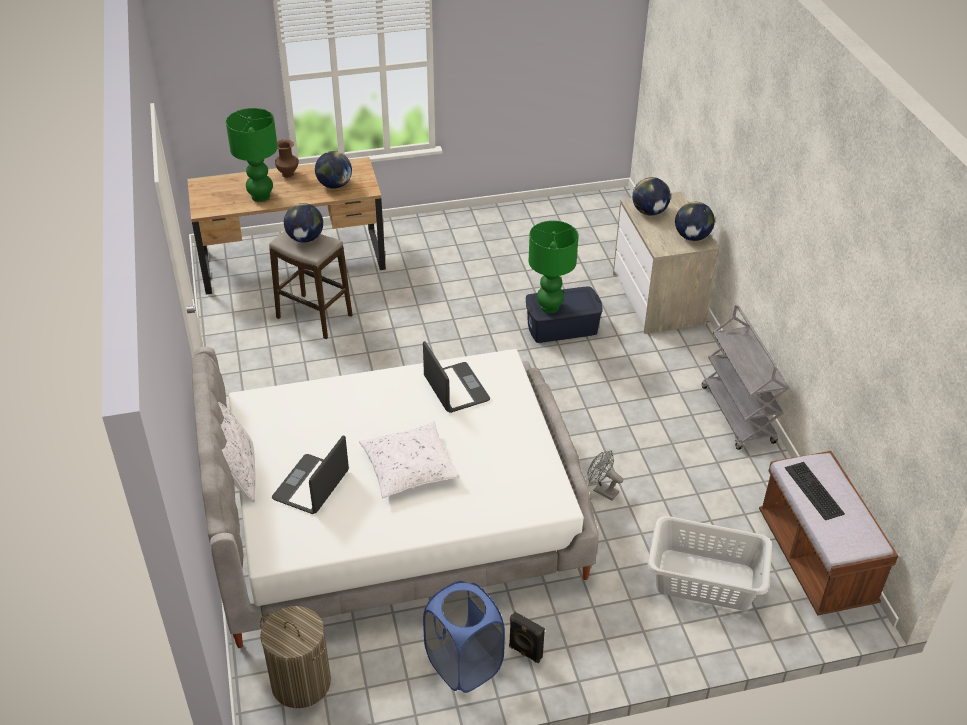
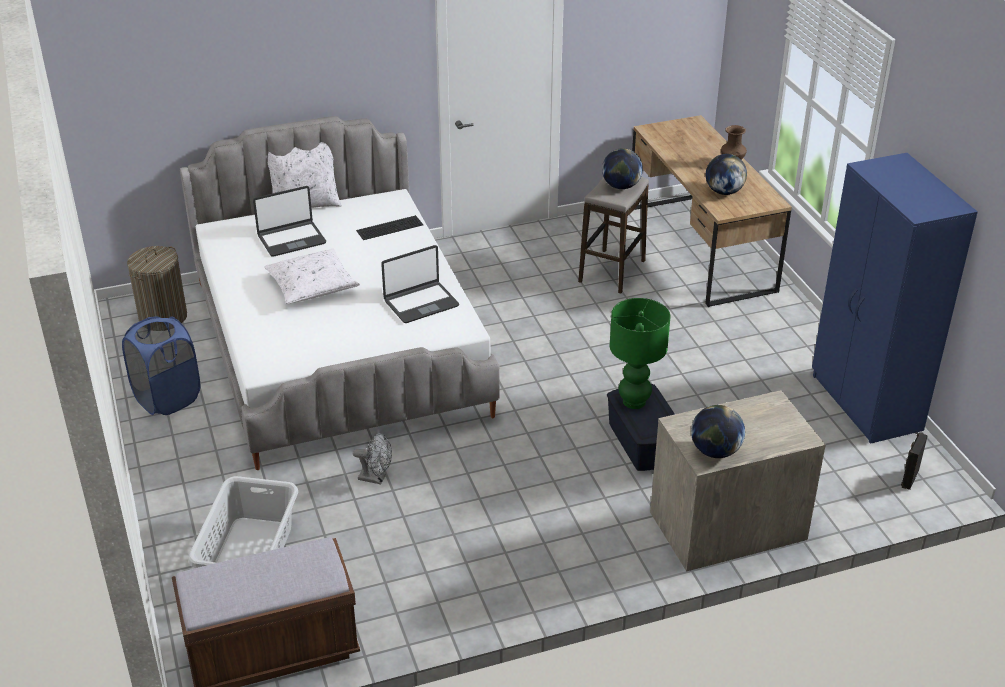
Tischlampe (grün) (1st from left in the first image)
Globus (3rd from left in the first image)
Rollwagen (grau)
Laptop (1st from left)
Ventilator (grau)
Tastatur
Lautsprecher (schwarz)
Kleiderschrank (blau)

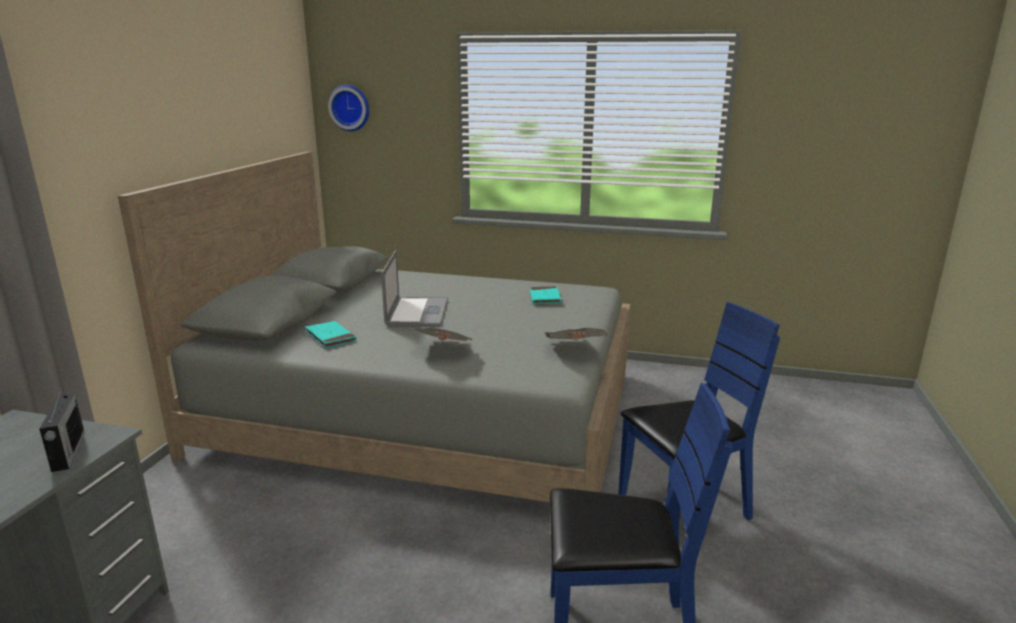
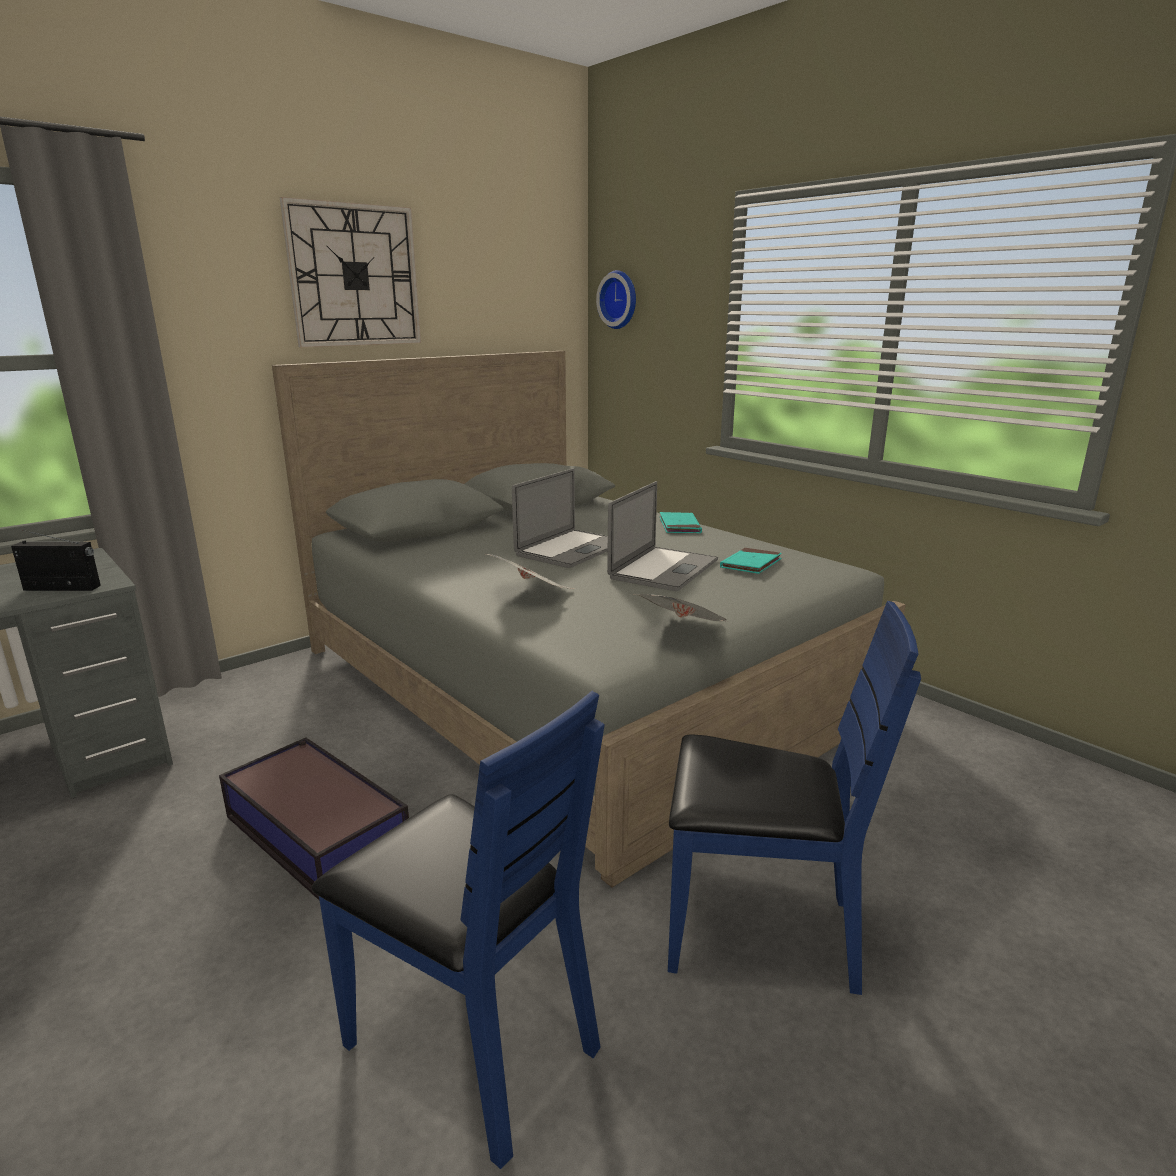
Buch (türkis) (1st from left)
Radio
Wanduhr (1st from left)
Laptop (2nd from left)
Aufbewahrungsbox

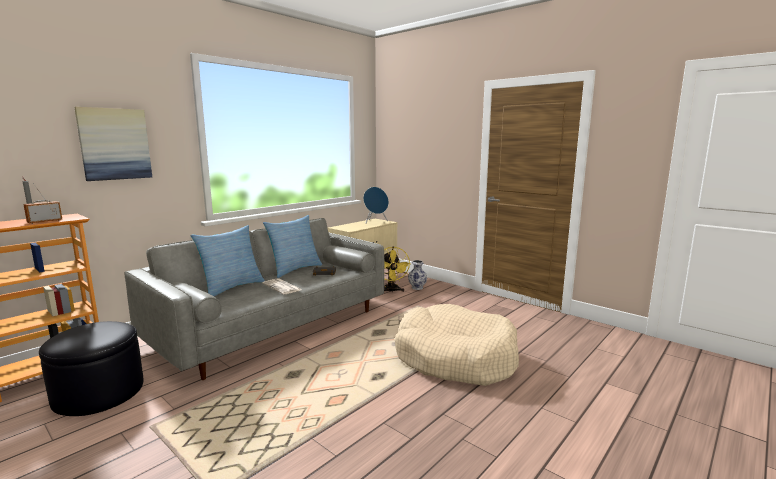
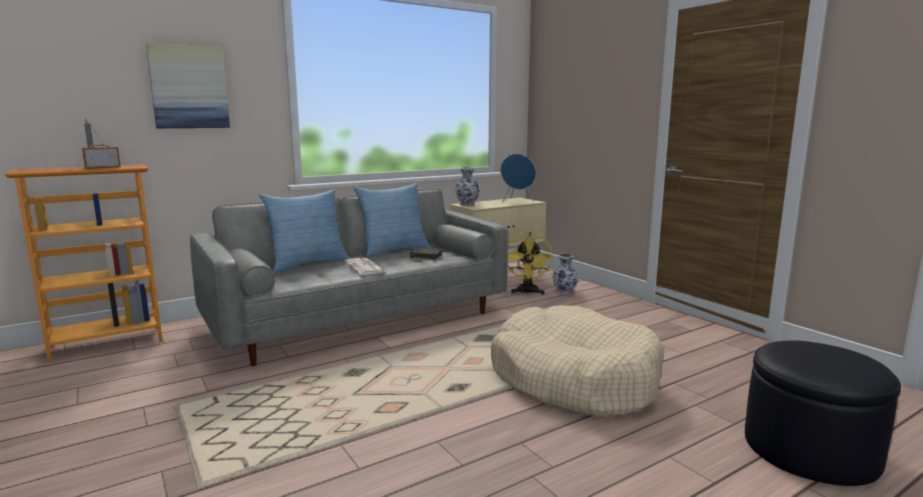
Polsterhocker (schwarz)
Vase (1st from left)

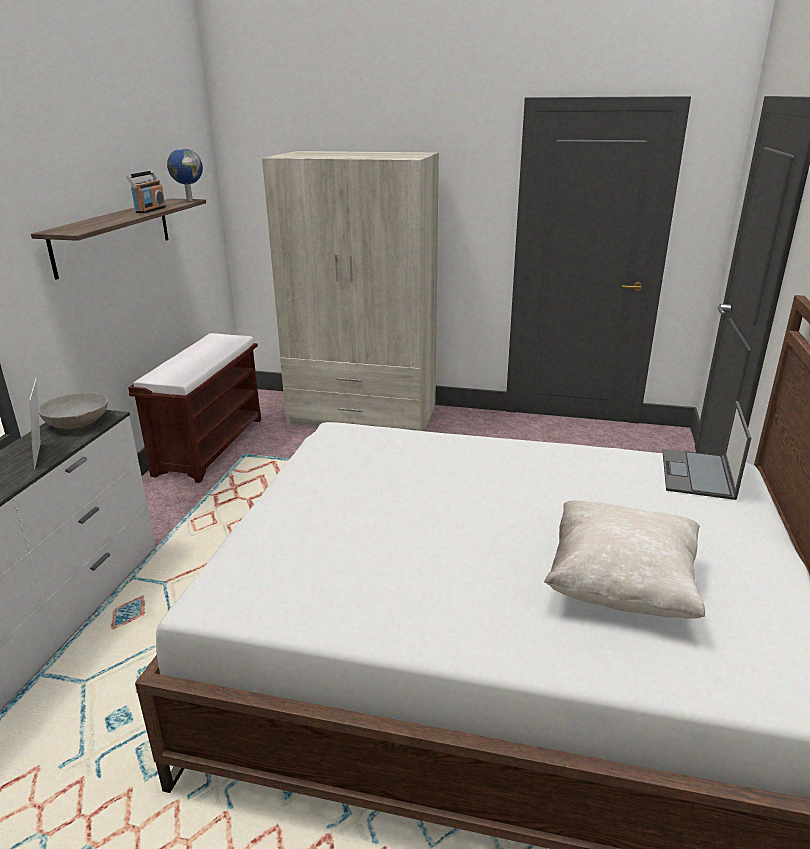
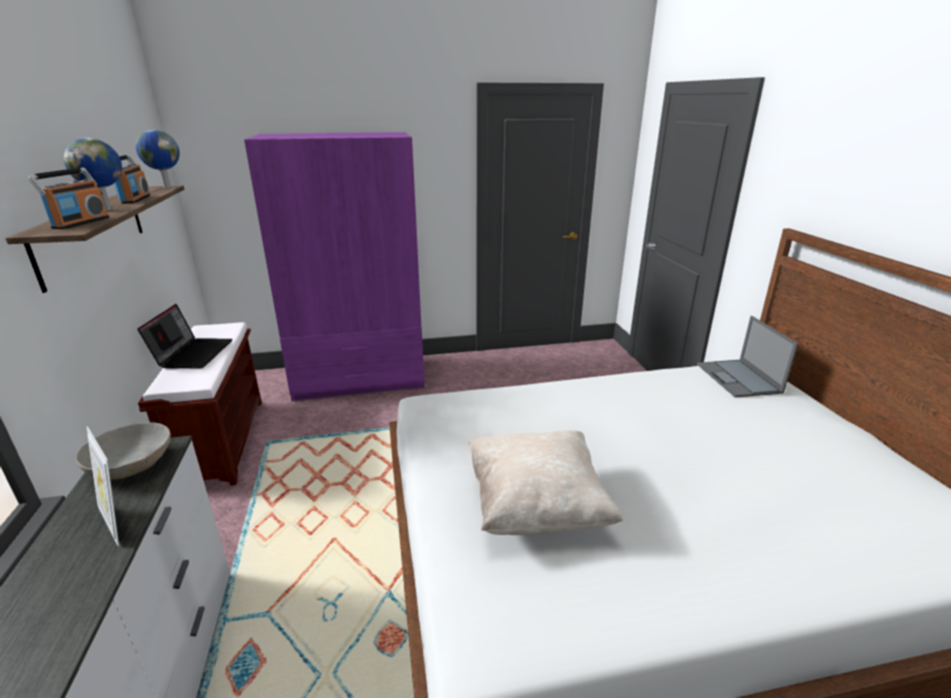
Kleiderschrank (lila)
Kissen (beige)
Globus (1st from left)
Radio (1st from left)
Laptop (1st from left)

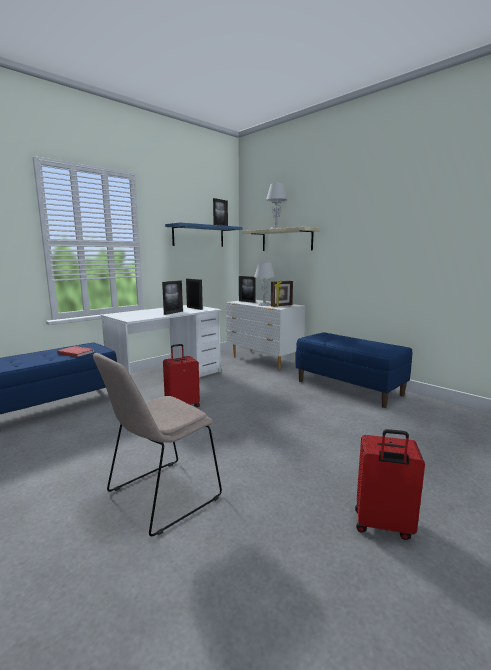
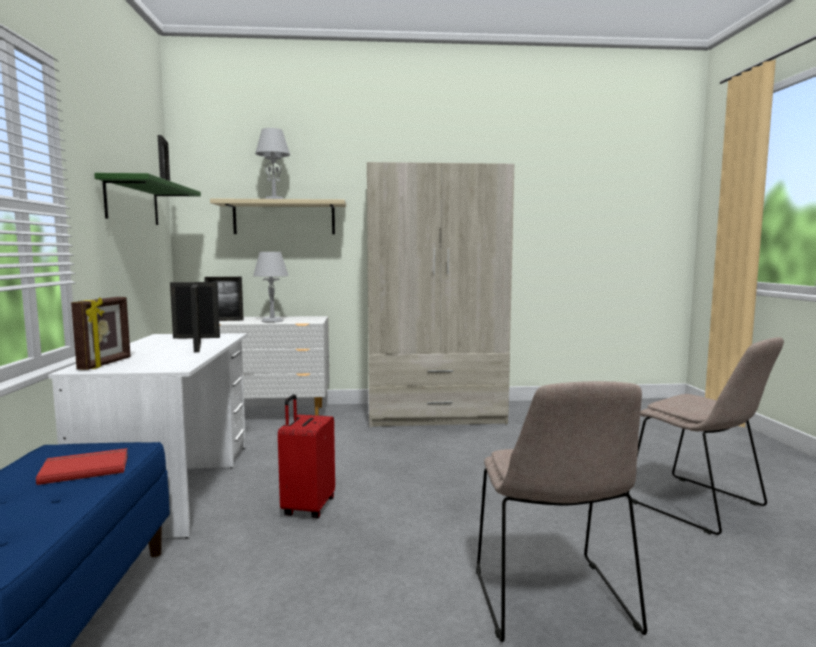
Wandregal (grün)
Bilderrahmen (1st from left)
Kleiderschrank (beige)
Stuhl (beige) (2nd from left)

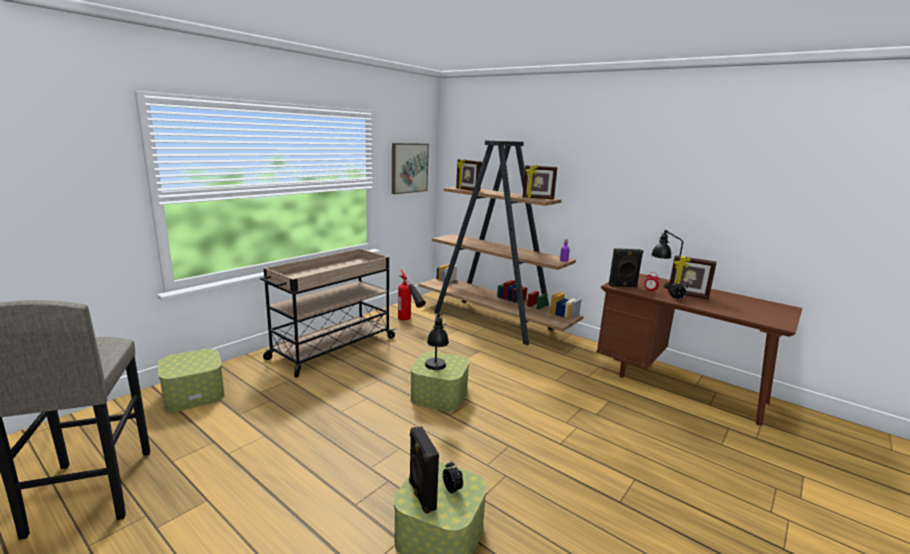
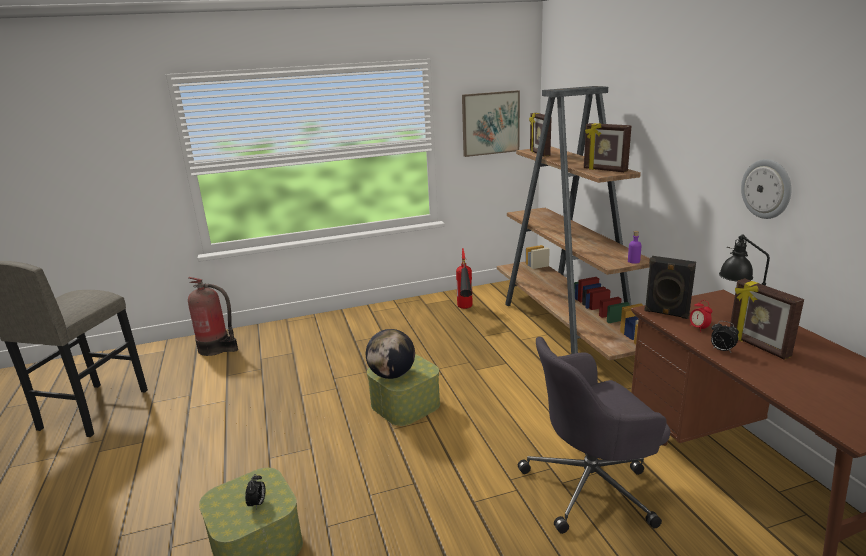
Rollwagen (beige)
Globus
Feuerlöscher (1st from left)
Lautsprecher (schwarz) (1st from left in the first image)
Wanduhr
Bürostuhl (grau)

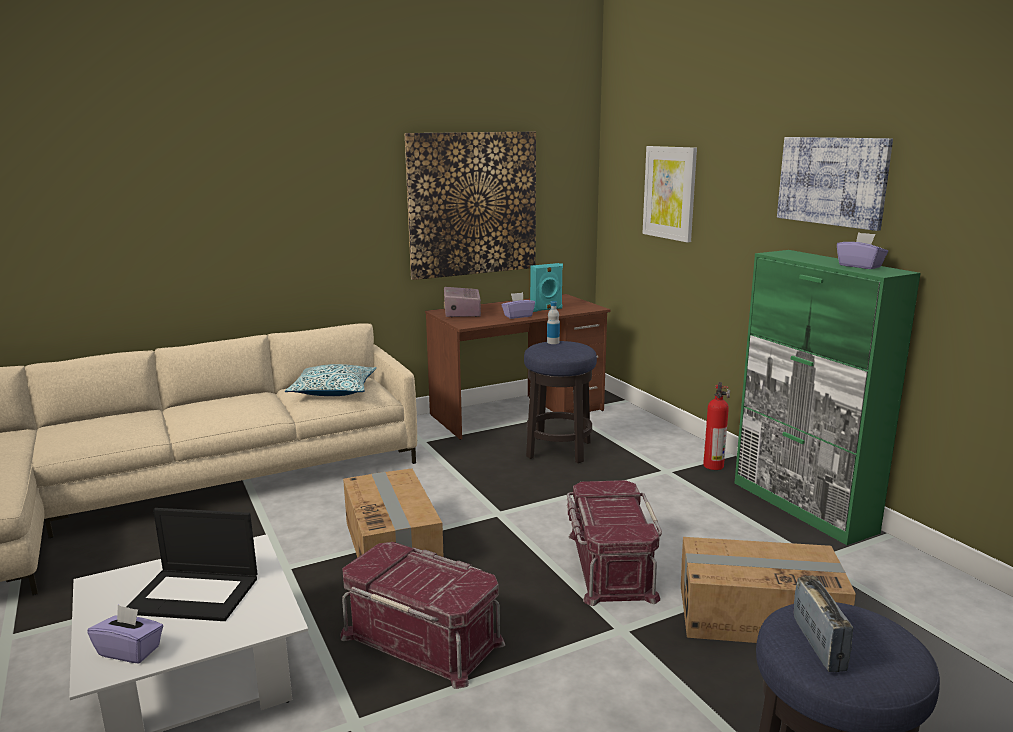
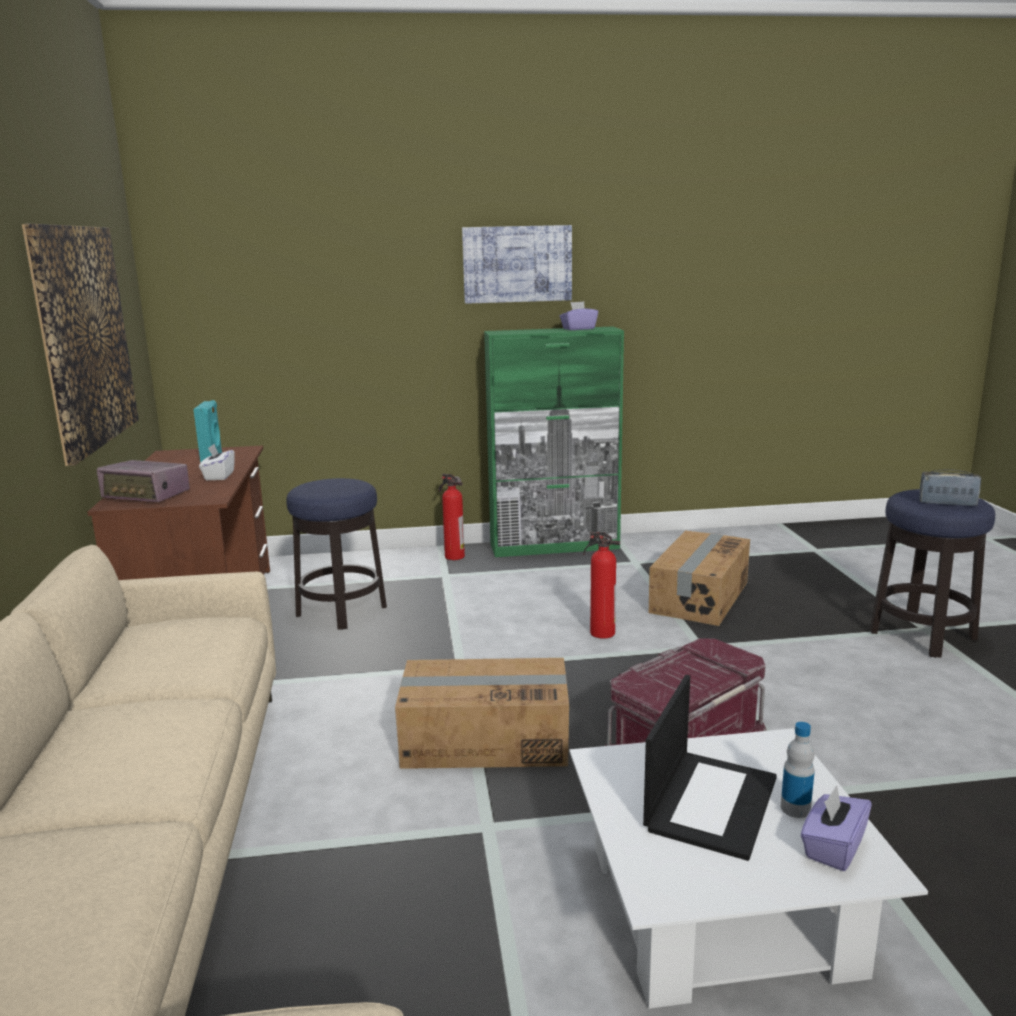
Bild (2nd from left in the first image)
Taschentuchbox (weiß)
Flasche
Kissen
Feuerlöscher (2nd from left)

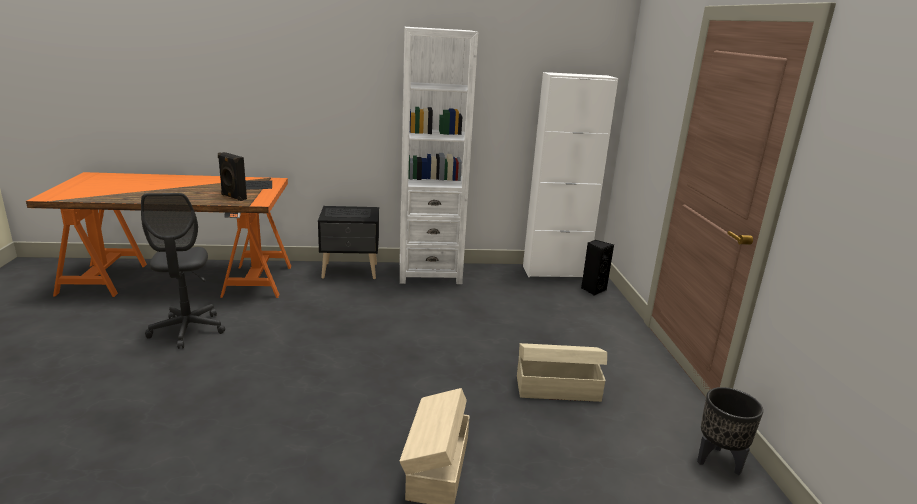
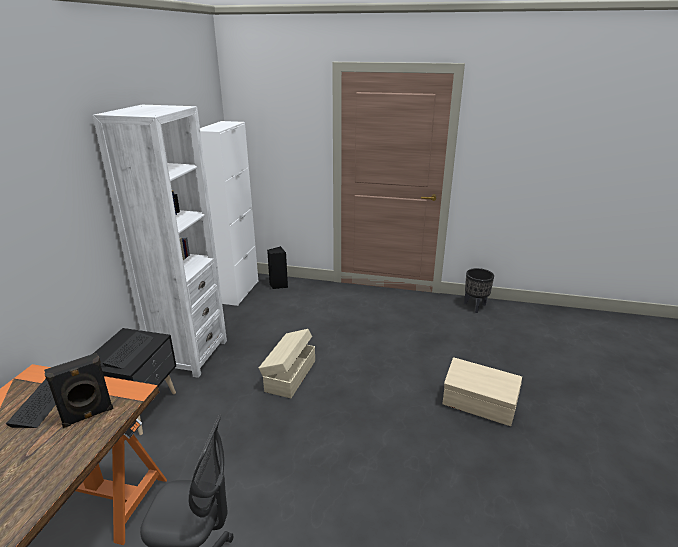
Aufbewahrungsbox (beige) (1st from left)

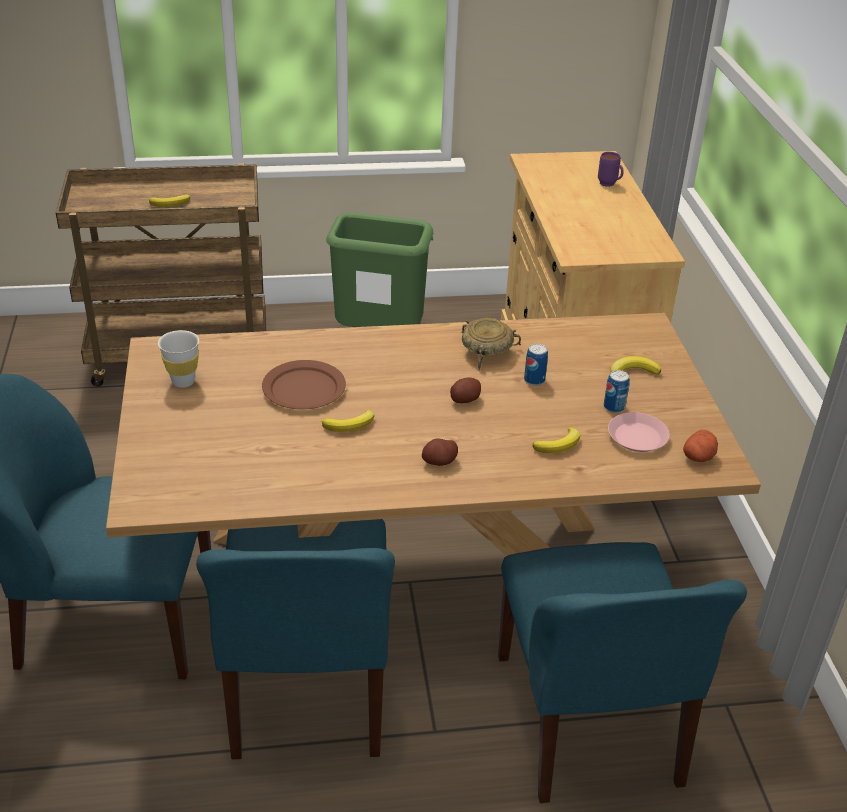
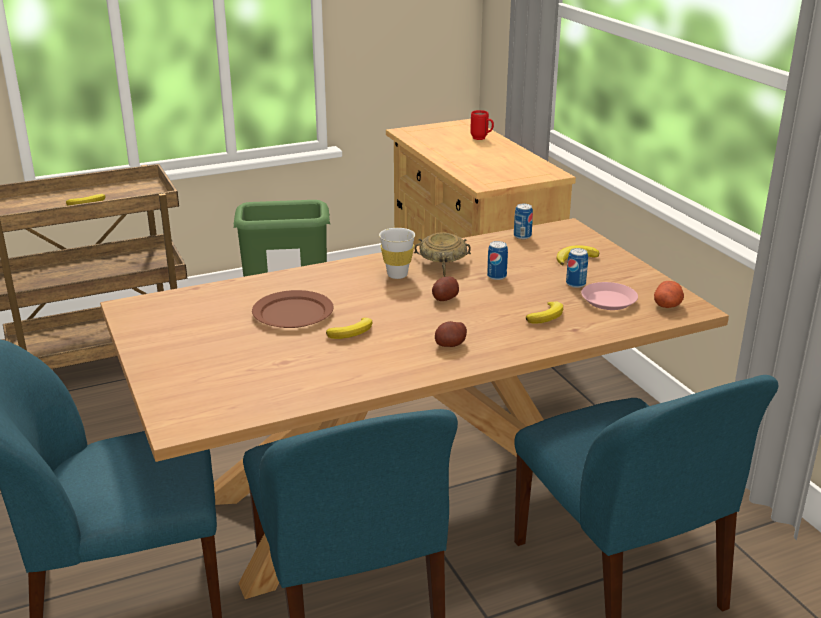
Henkelbecher (rot)
Tasse (weiß)
Dose (2nd from left)

